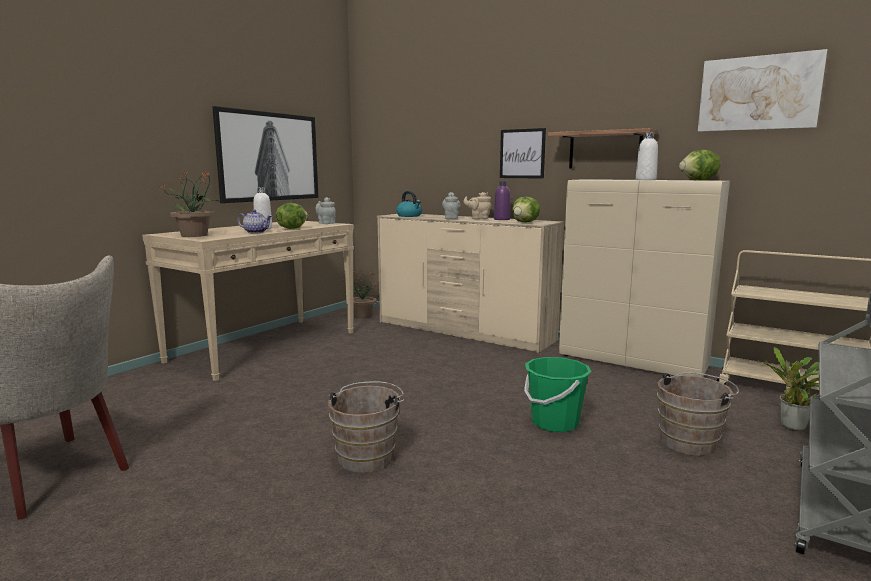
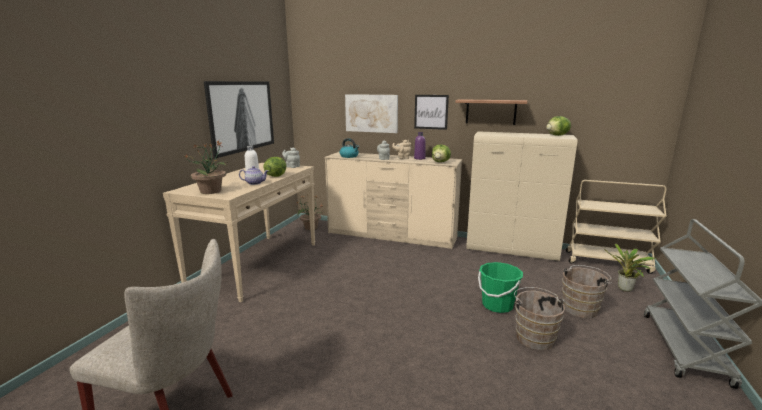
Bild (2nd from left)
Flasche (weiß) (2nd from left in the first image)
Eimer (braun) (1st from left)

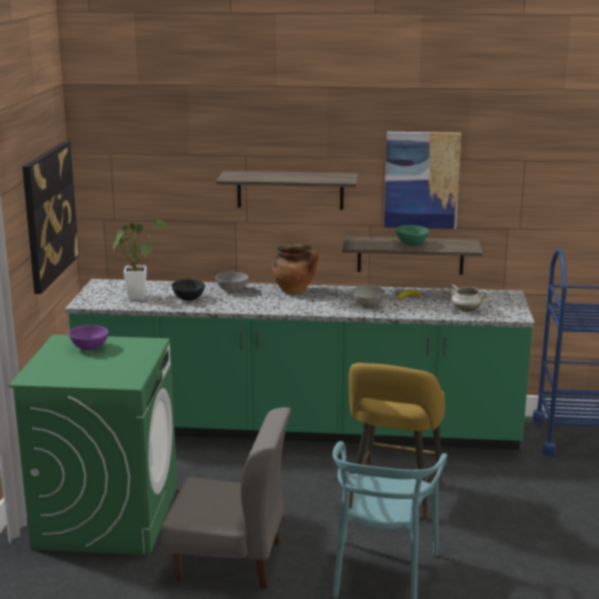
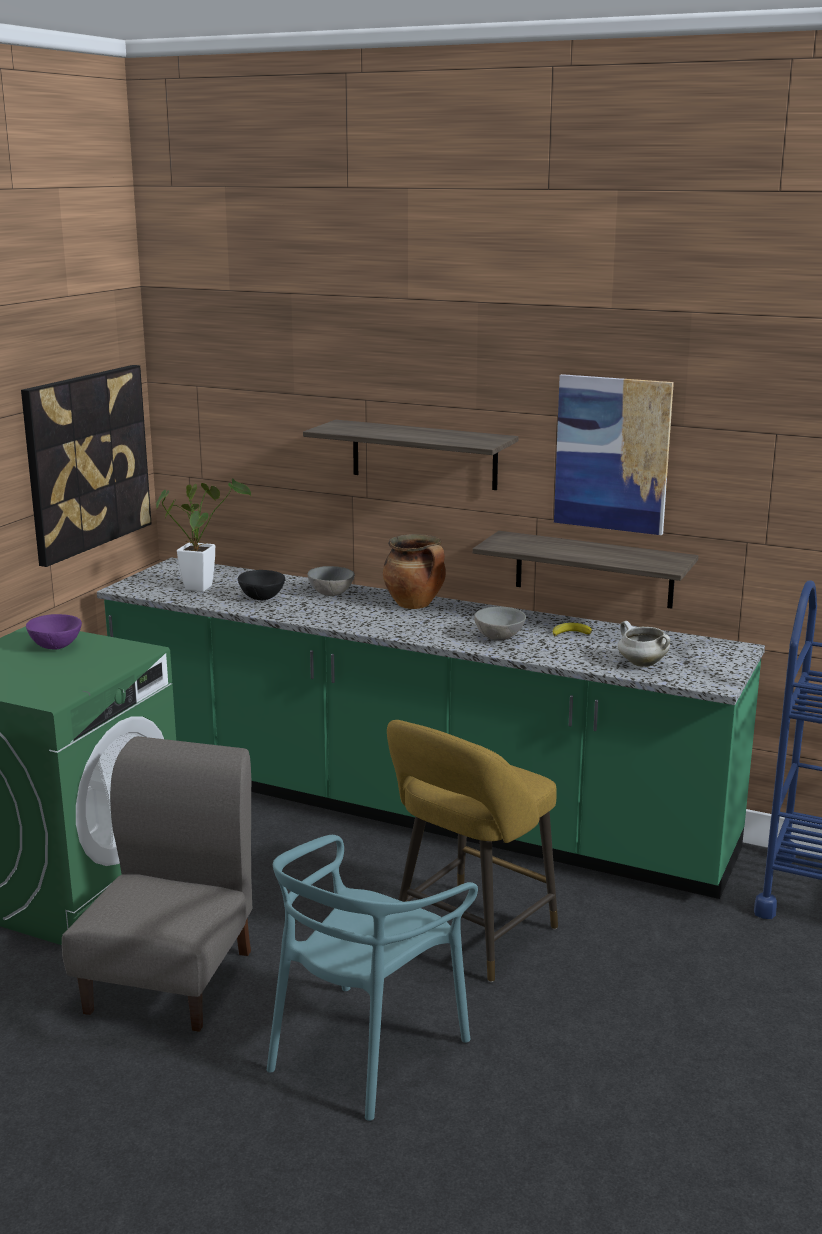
Schüssel (grün)
Stuhl (grau)

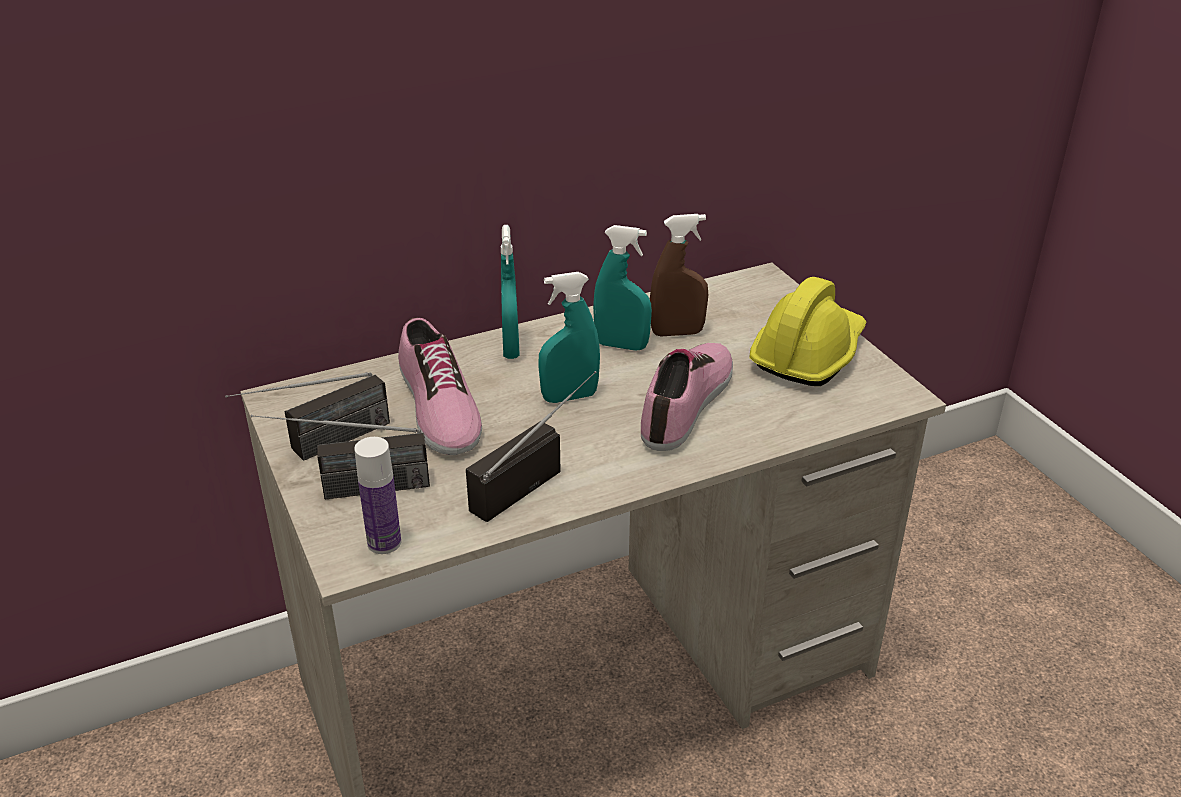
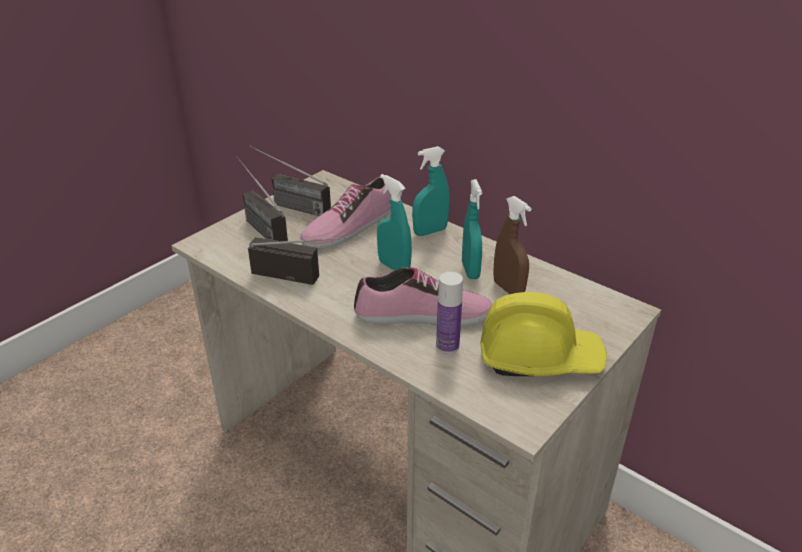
Flasche

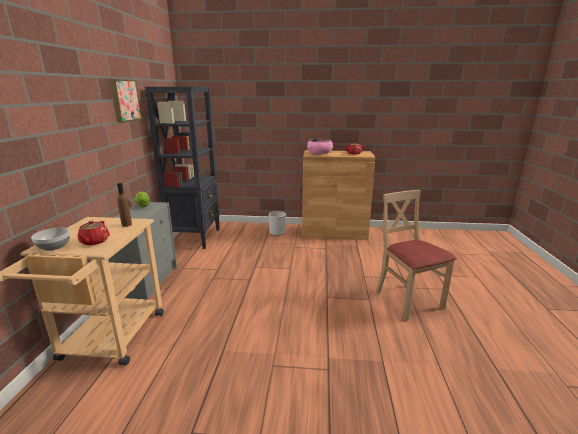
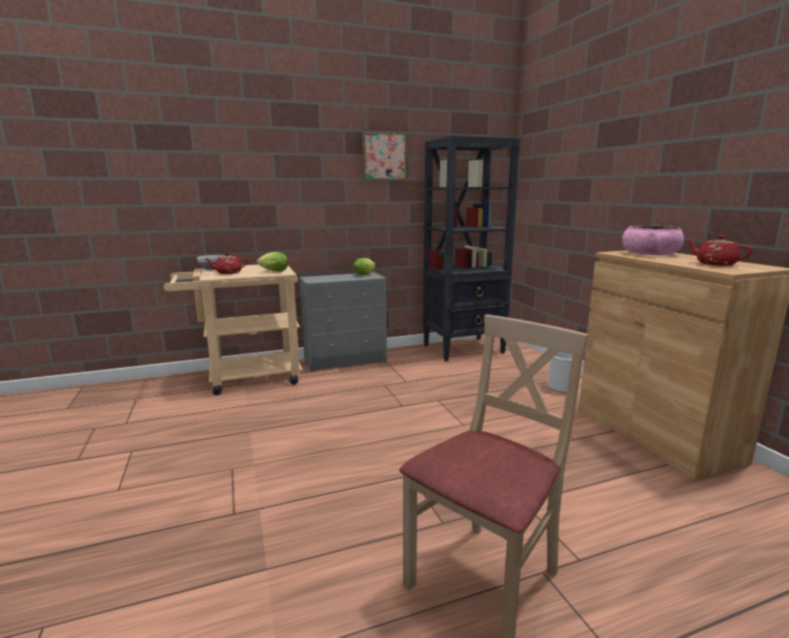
Salatkopf (1st from left)

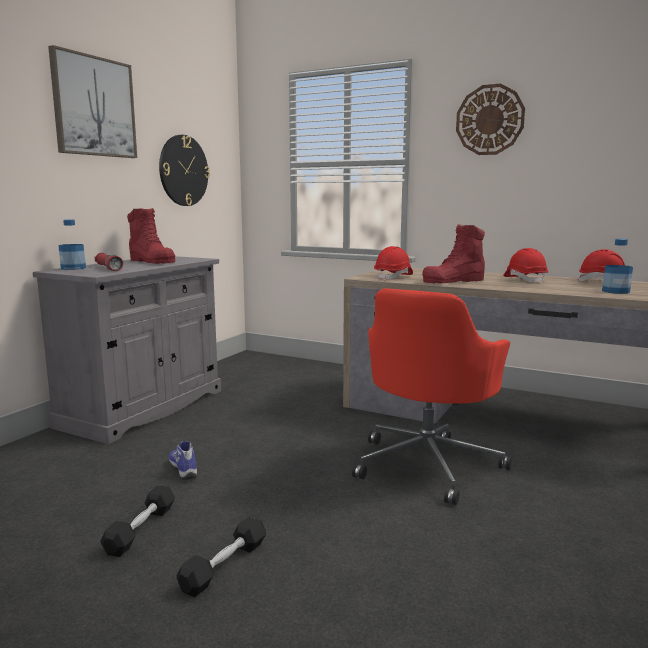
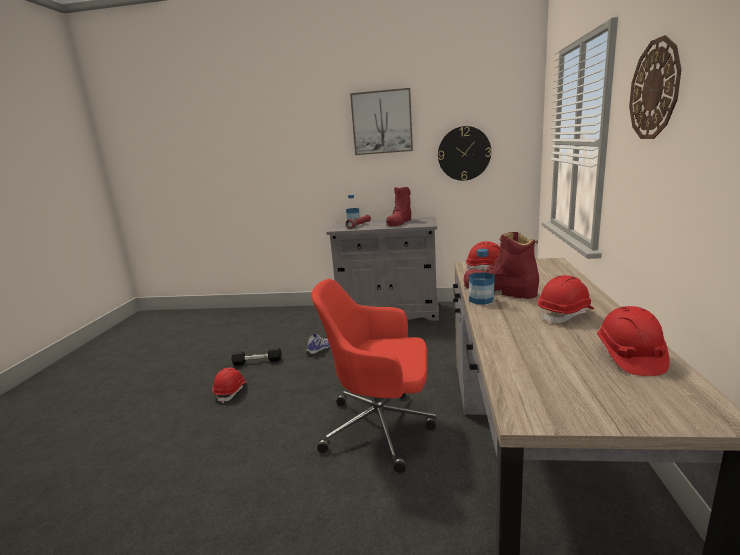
Flasche (2nd from left)
Schutzhelm (rot) (1st from left)

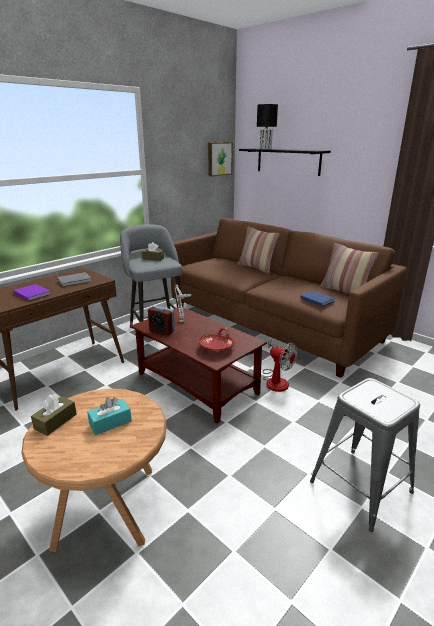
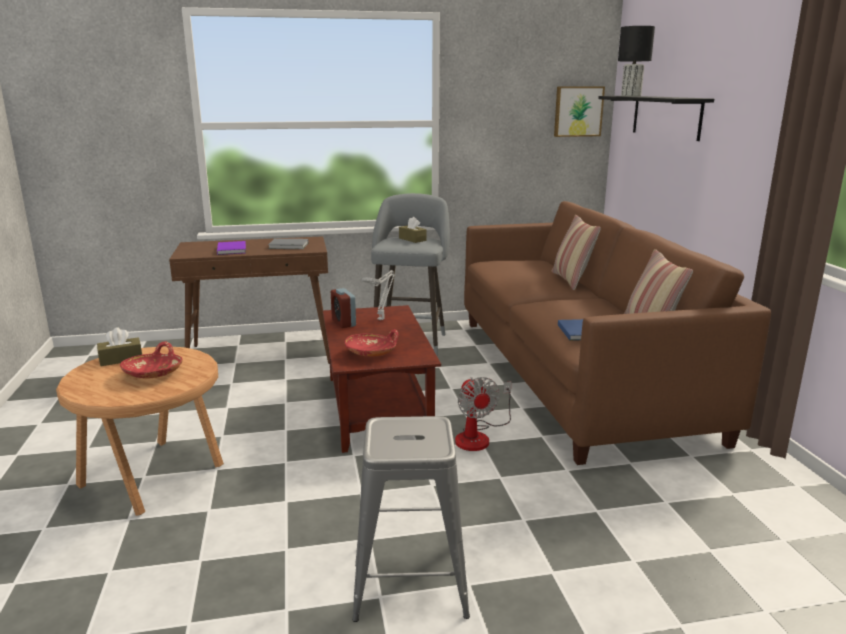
Schüssel (rot) (1st from left)

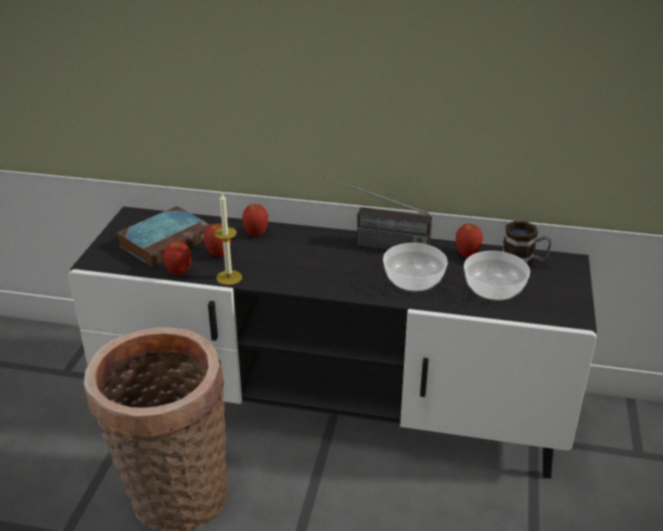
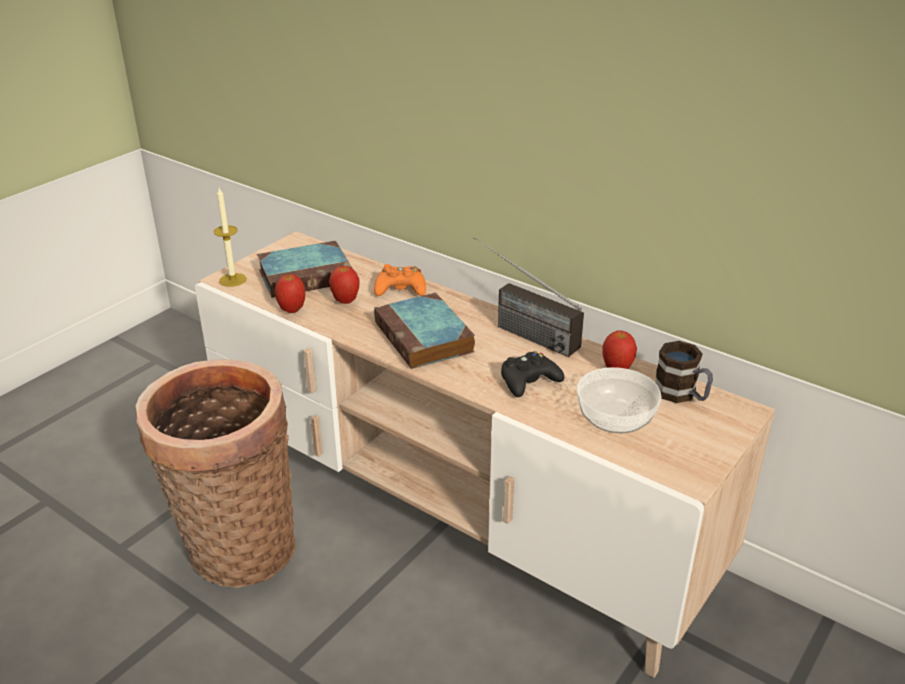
Kerze
Gamepad (orange)
Fernsehschrank (beige)
Gamepad (schwarz)
Buch (2nd from left)

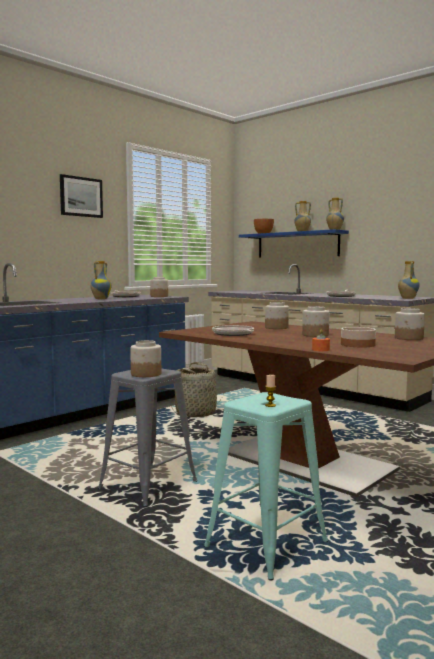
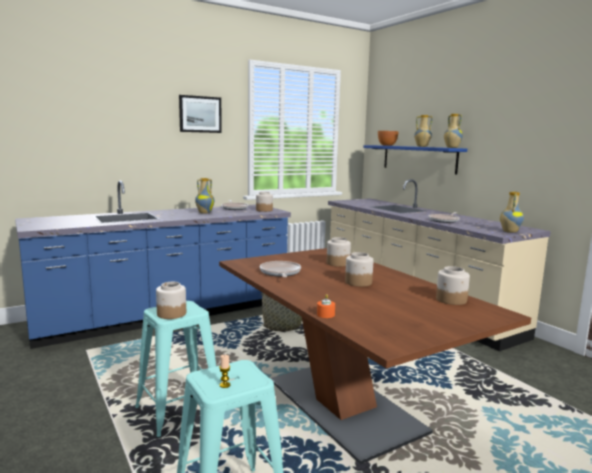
Schüssel (2nd from left in the first image)
Hocker (türkis) (1st from left)

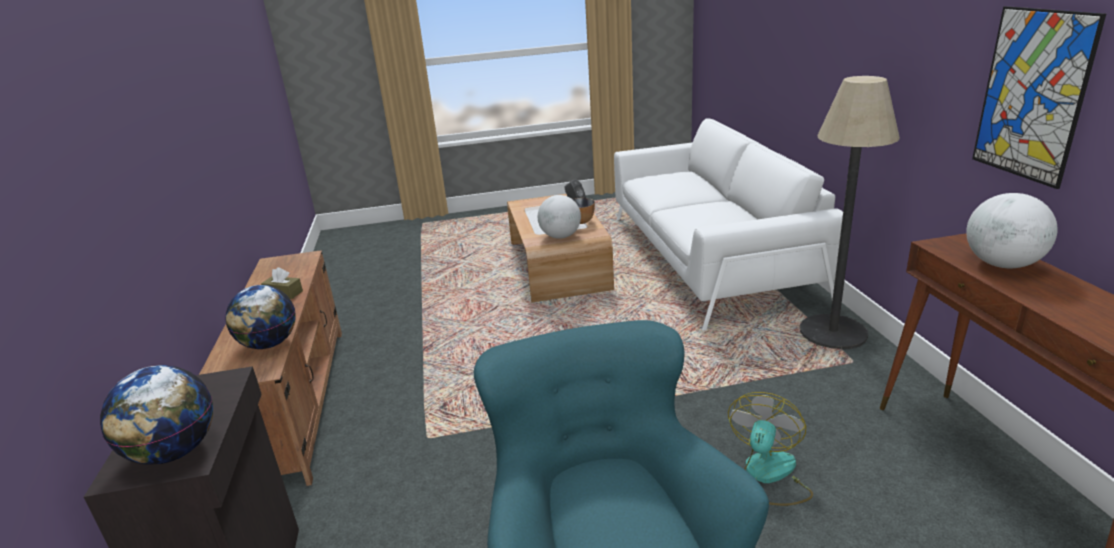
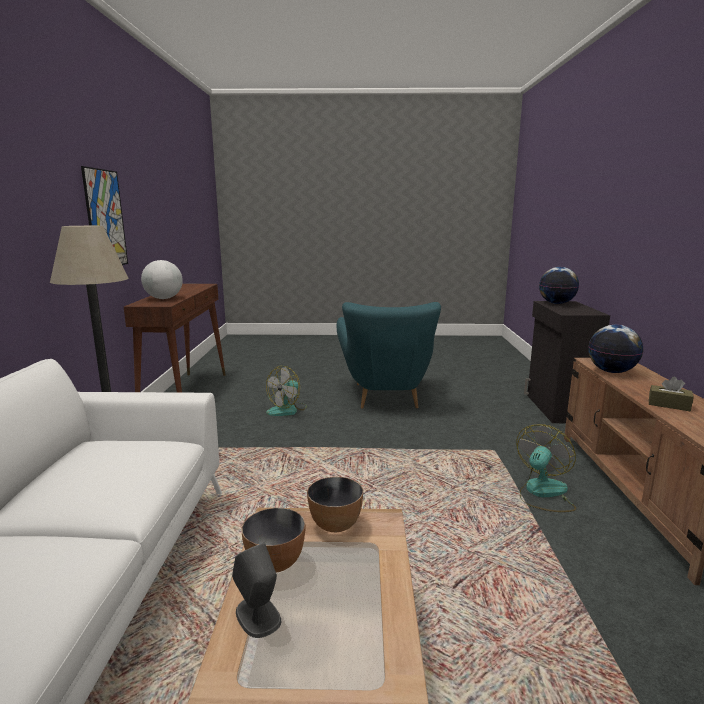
Schüssel (2nd from left)
Ventilator (2nd from left)

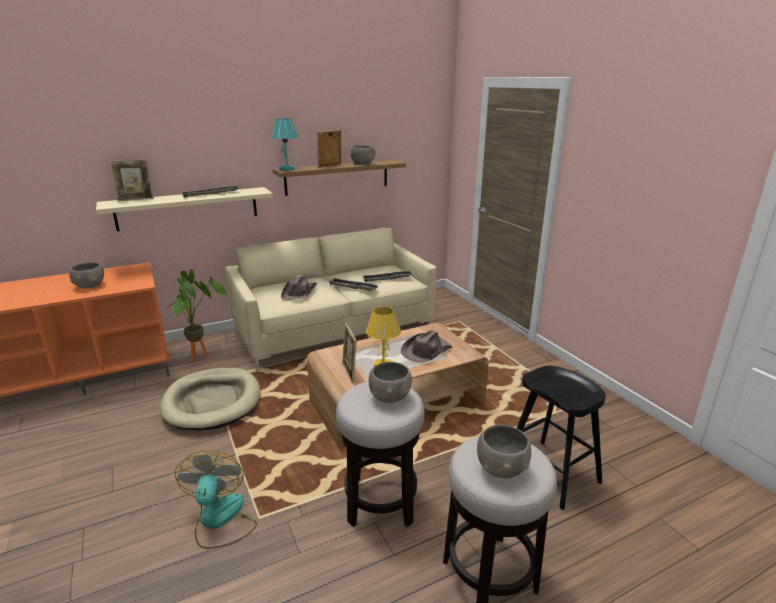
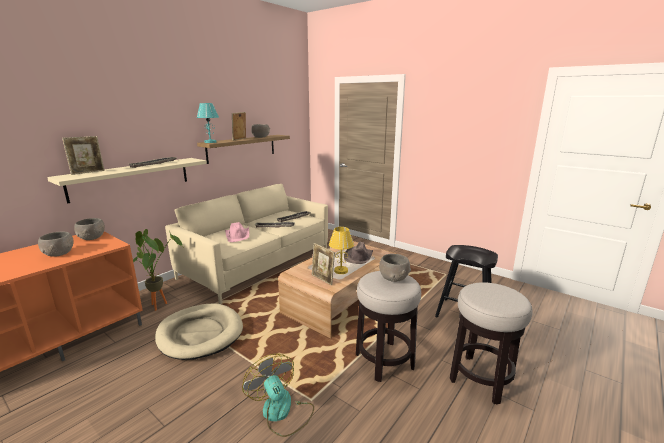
Hut (rosa)
Schüssel (grau) (2nd from left)

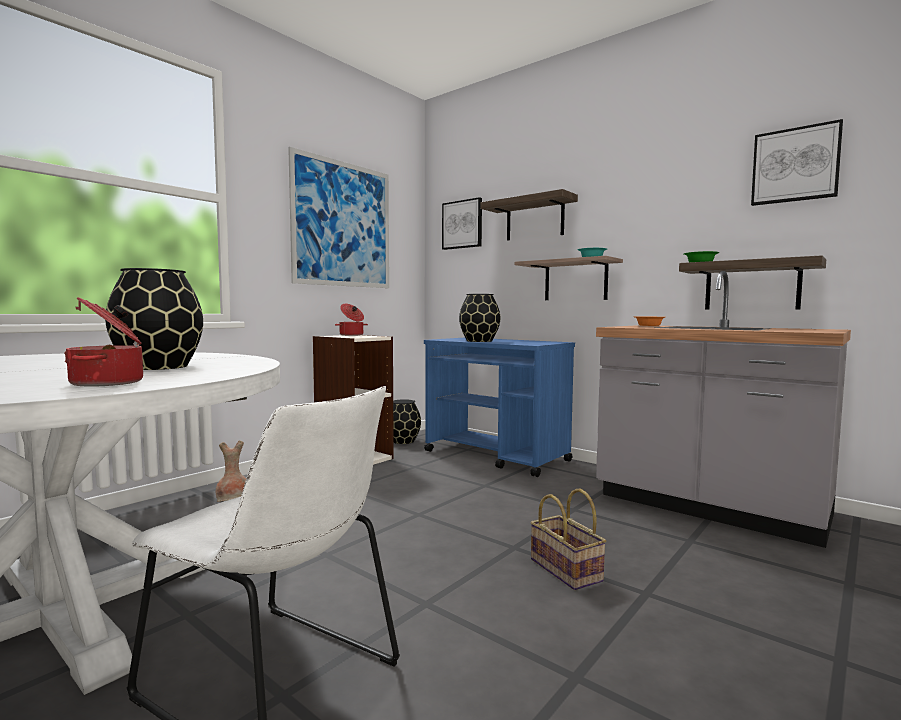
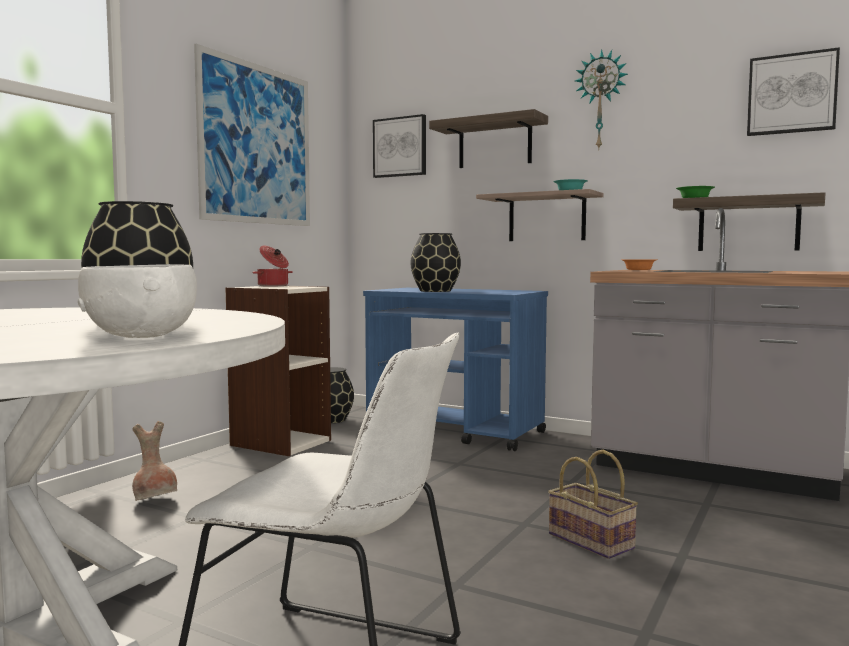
Schüssel (weiß)
Wanduhr

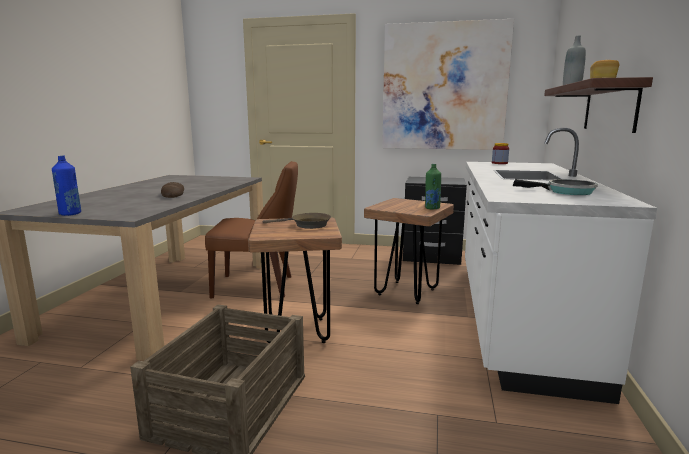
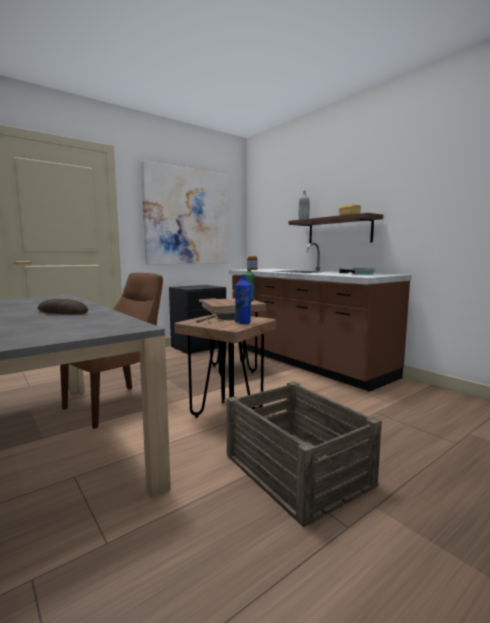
Küchenzeile (braun)
Flasche (blau)

